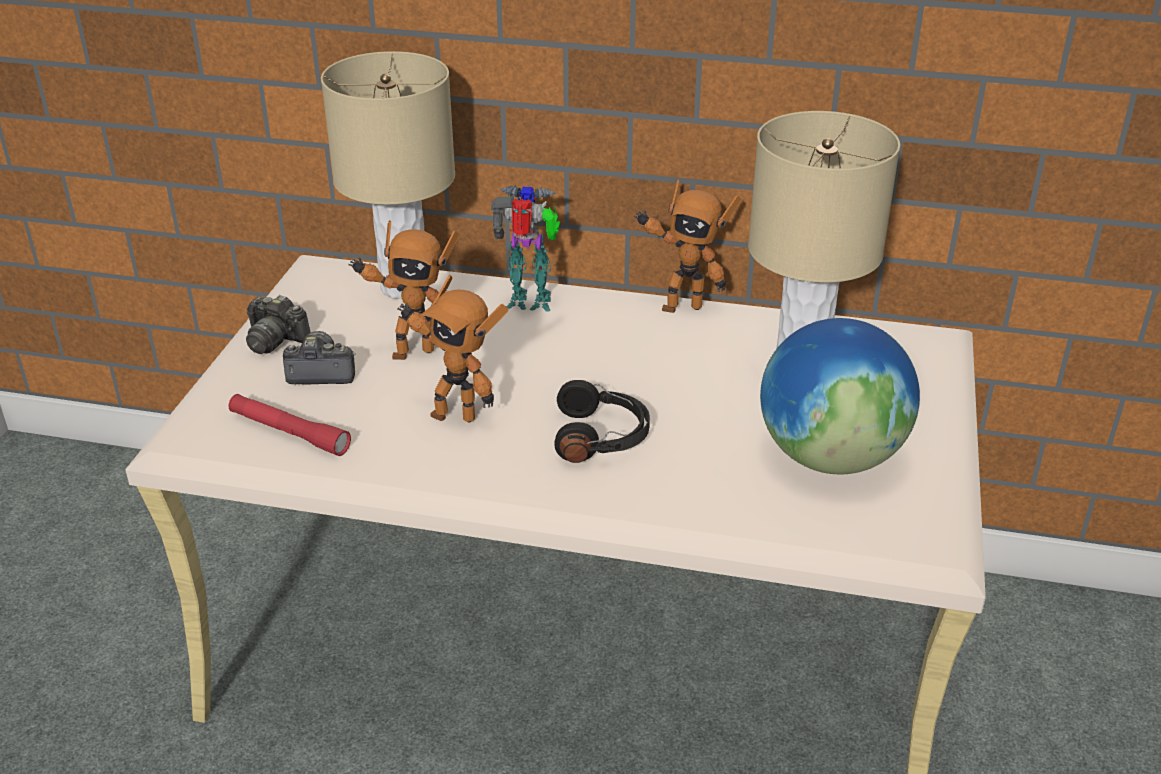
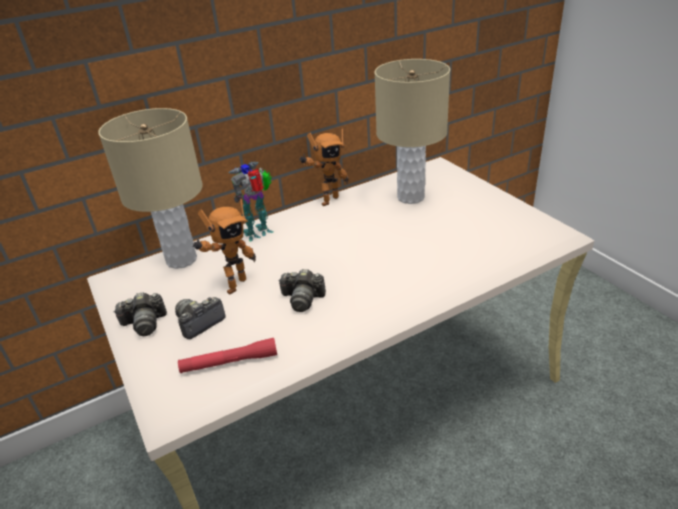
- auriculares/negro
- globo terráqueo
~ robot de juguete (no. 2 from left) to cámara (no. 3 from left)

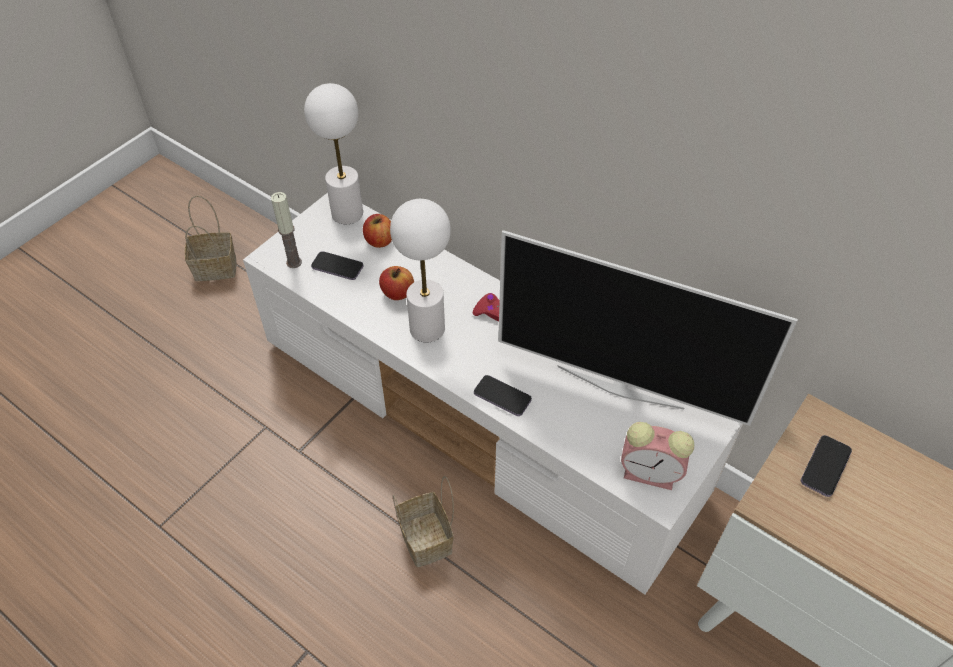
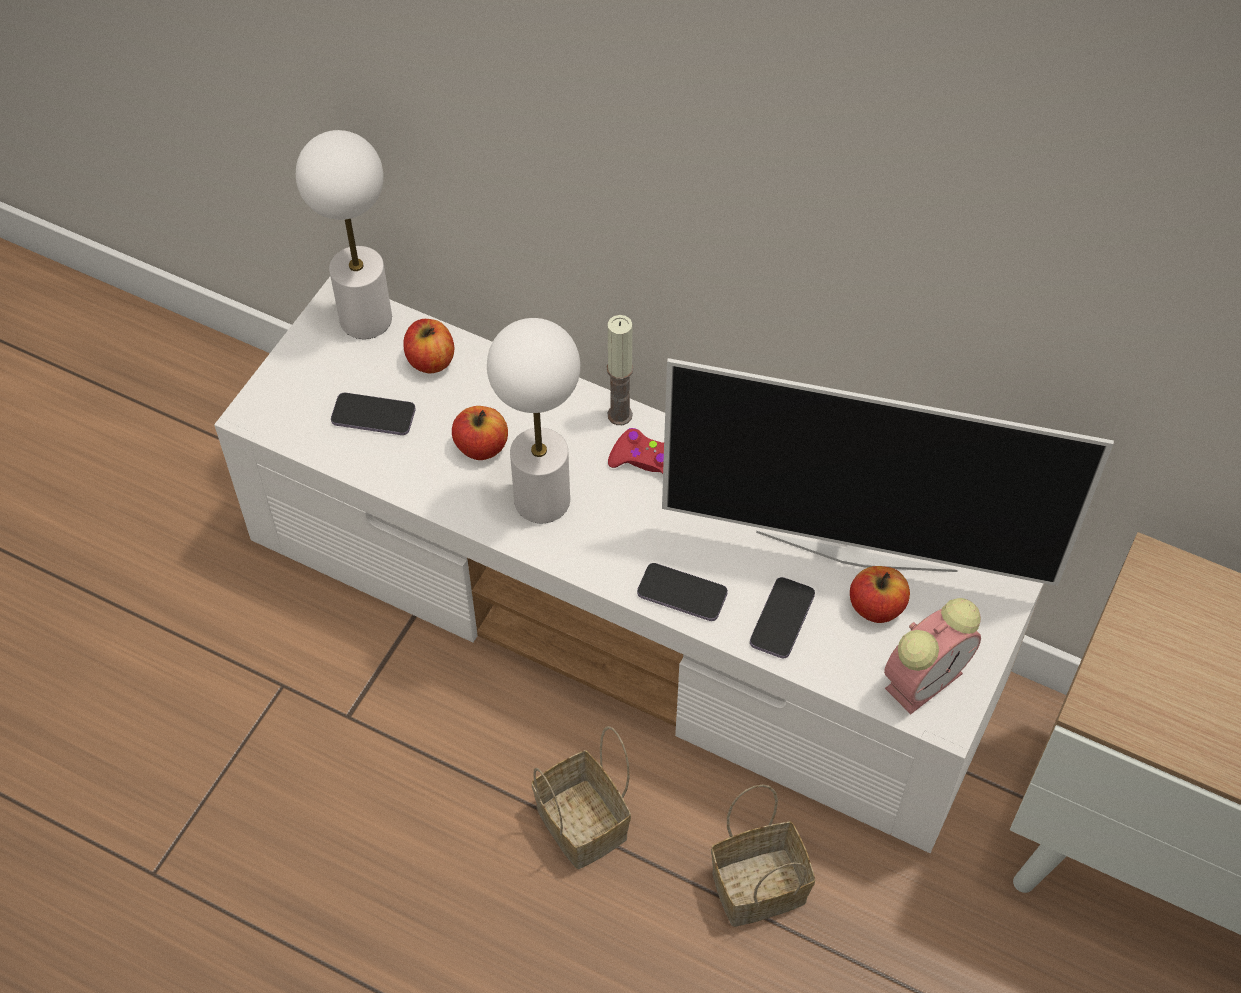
+ manzana (no. 3 from left)
~ cesta (no. 1 from left in the first image) to cesta (no. 2 from left)
~ vela
~ móvil (no. 3 from left)
~ despertador 45 degrees counterclockwise

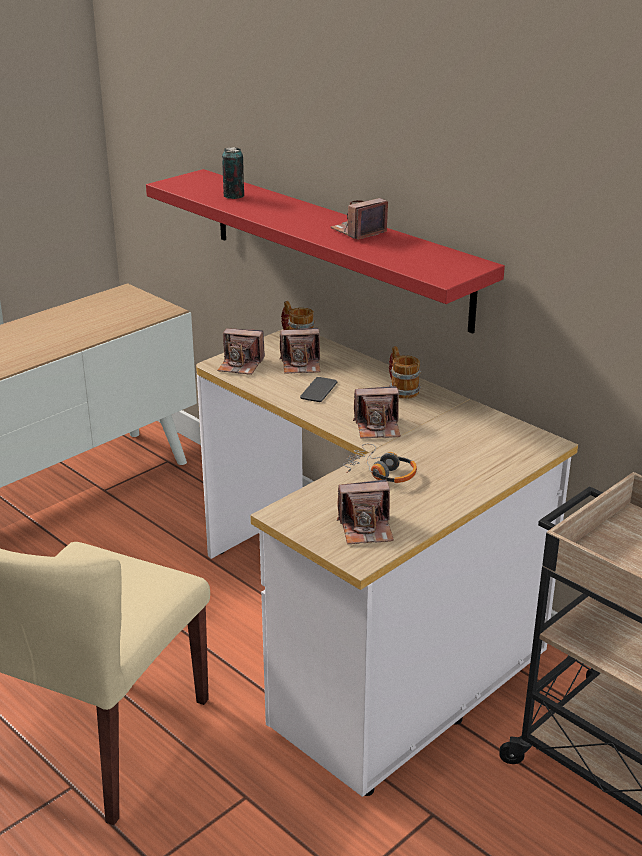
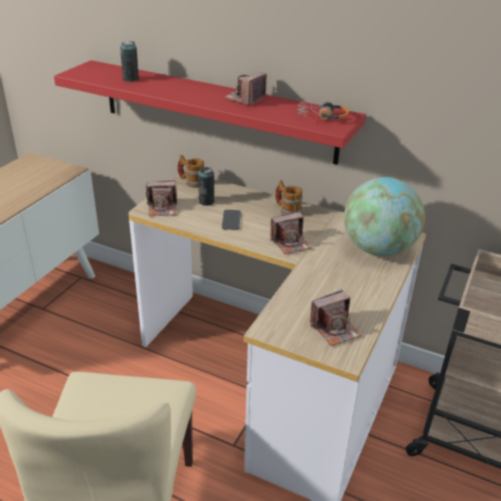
+ globo terráqueo
~ auriculares
~ cámara (no. 2 from left) to lata (no. 2 from left)

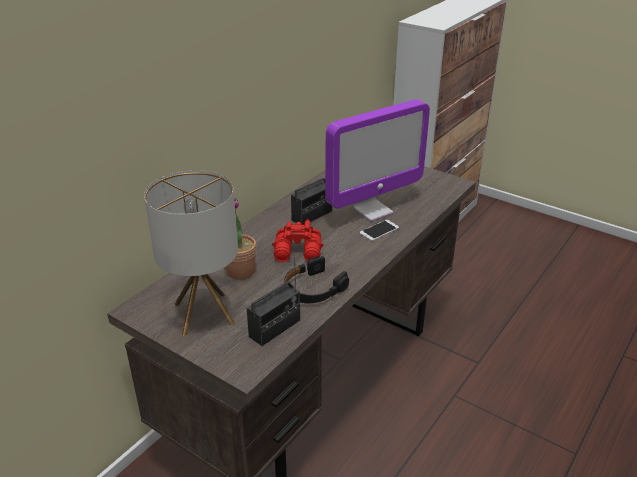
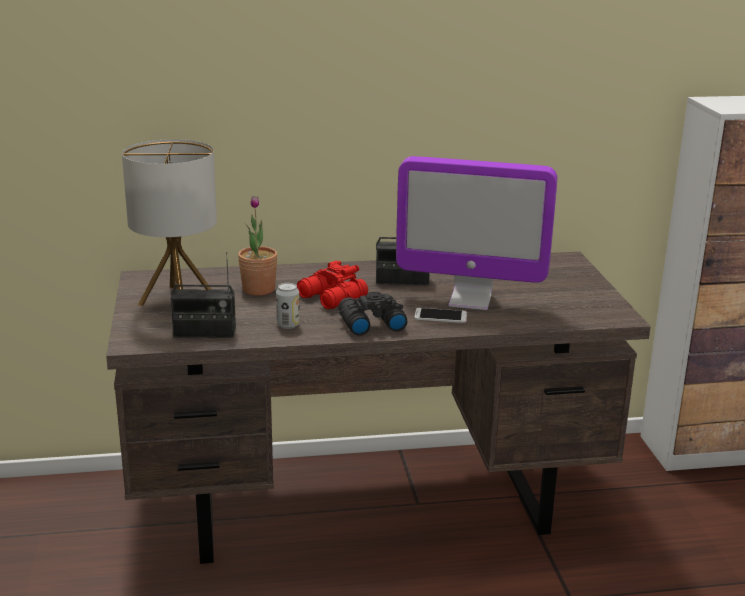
+ prismáticos/negro
~ auriculares/negro to lata

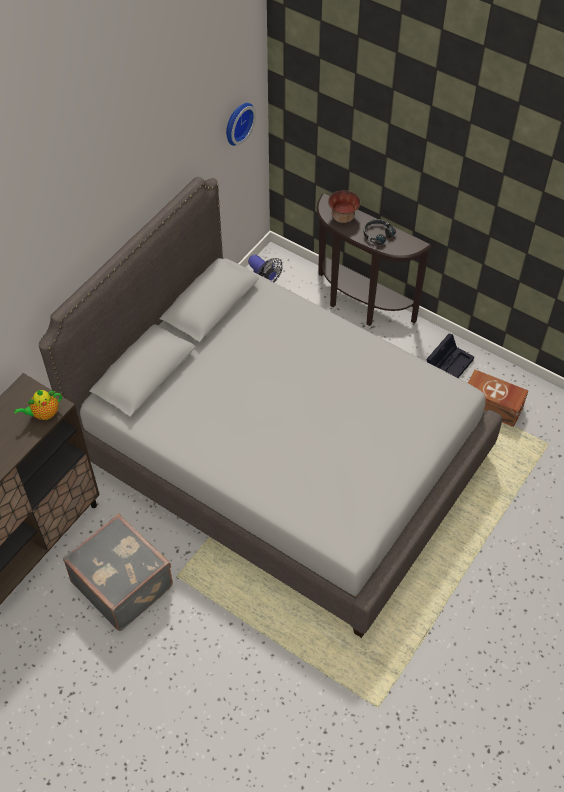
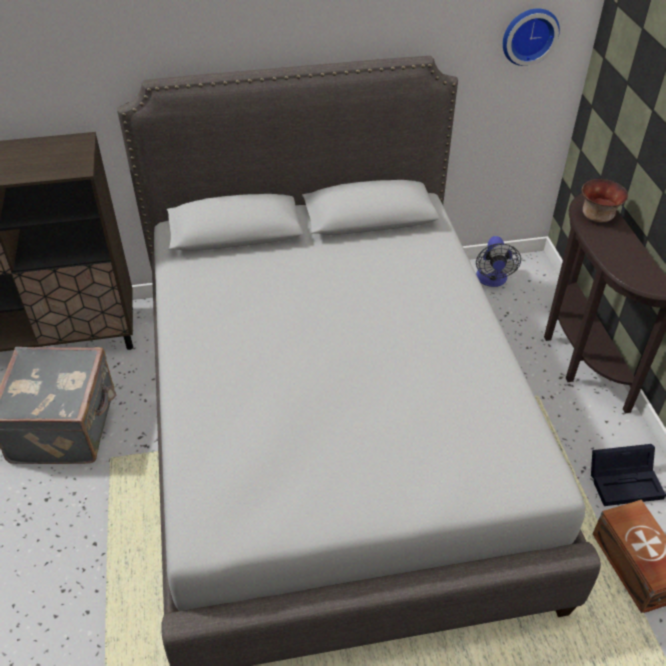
- tetera
- auriculares/negro

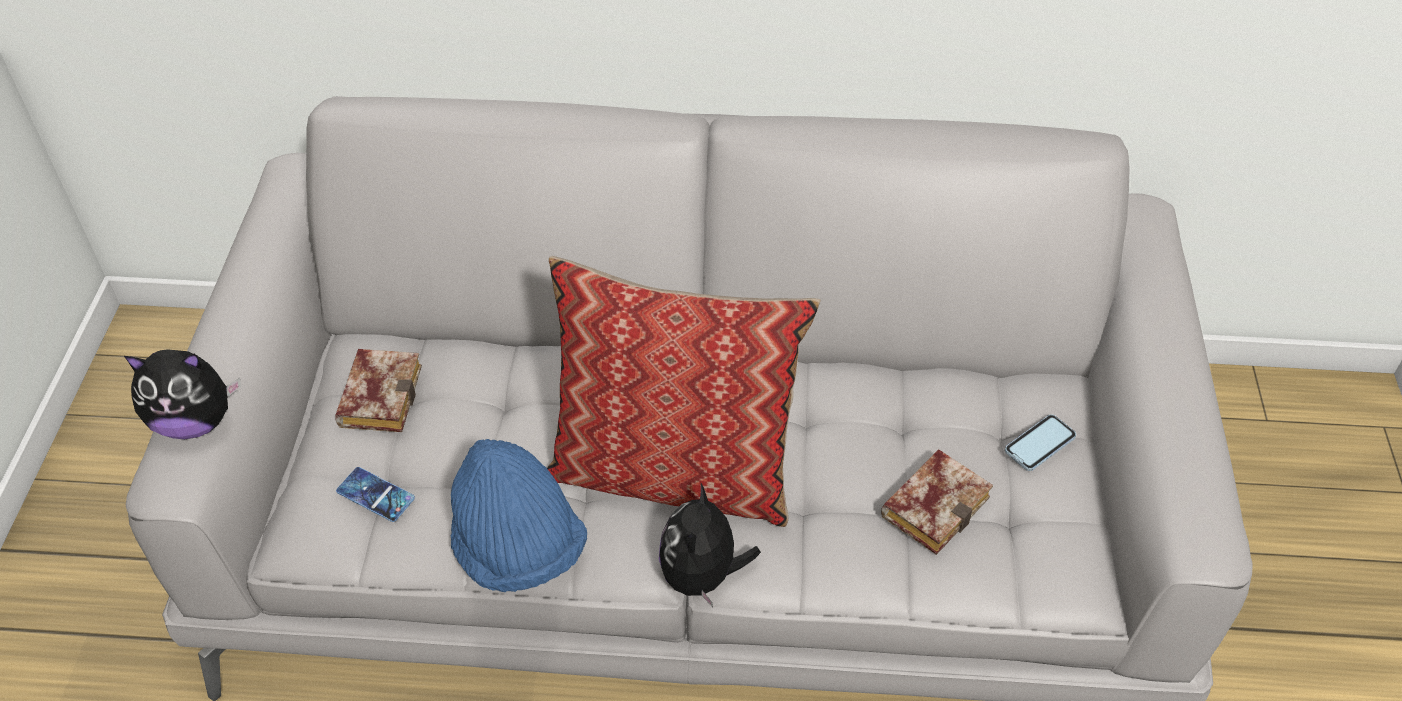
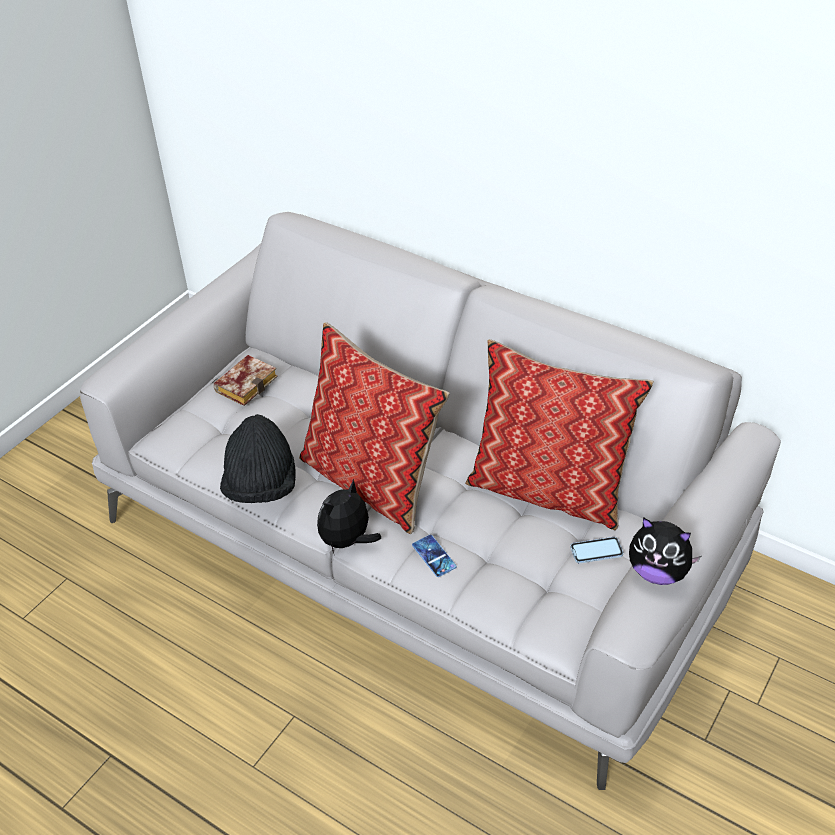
- libro (no. 2 from left)
+ cojín (no. 2 from left)
~ peluche (no. 1 from left in the first image) to peluche (no. 2 from left)
~ móvil (no. 1 from left)
~ sombrero/azul to sombrero/negro

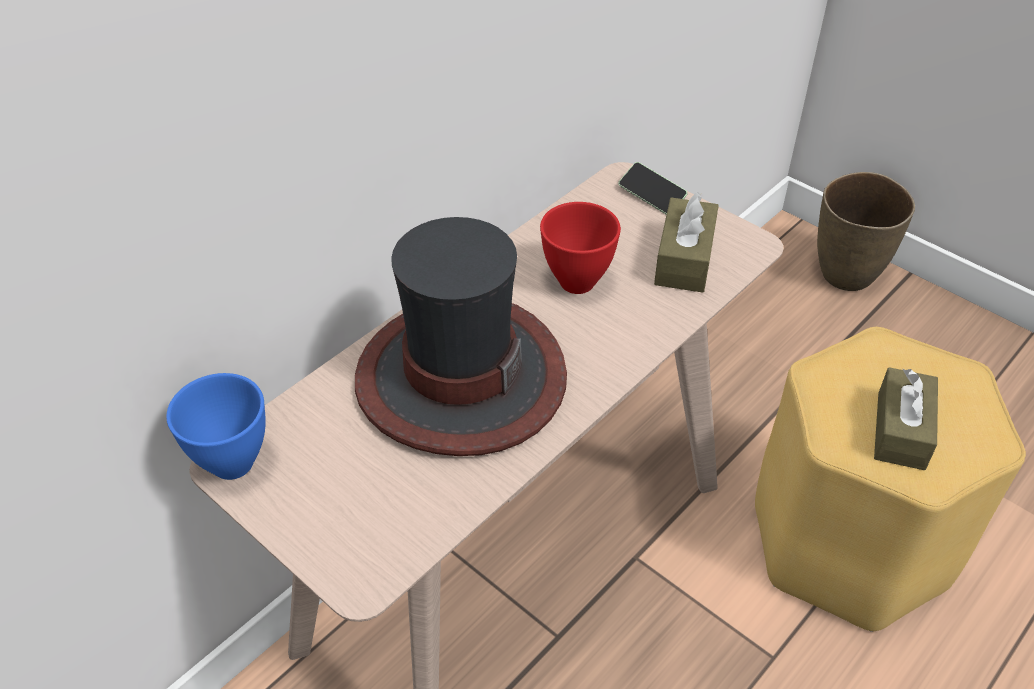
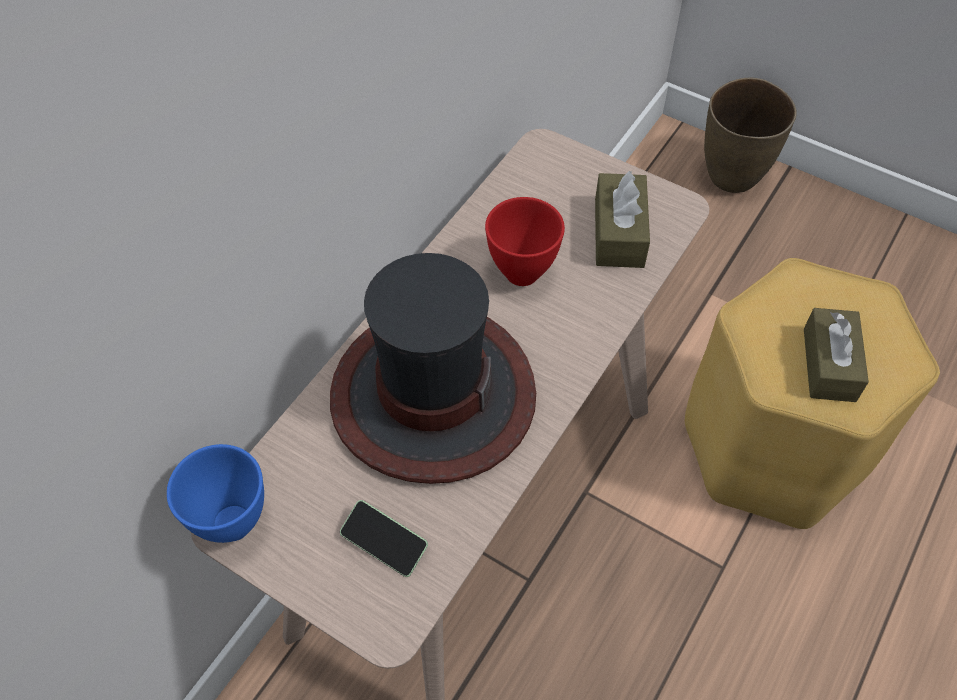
~ móvil

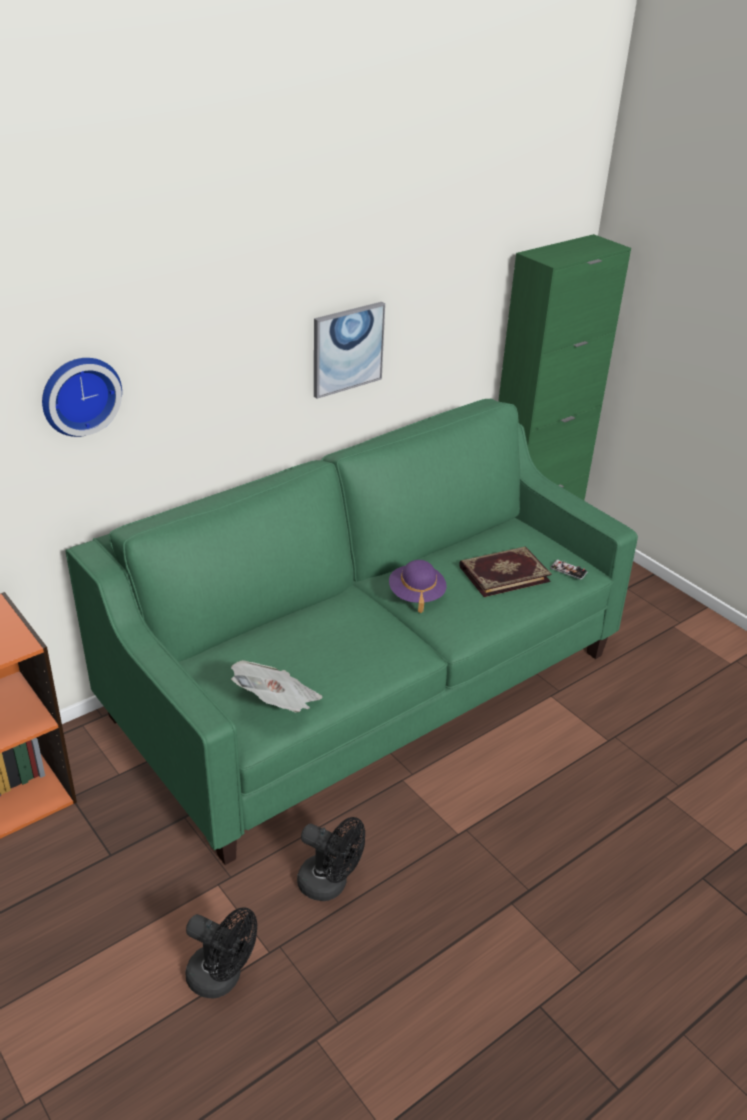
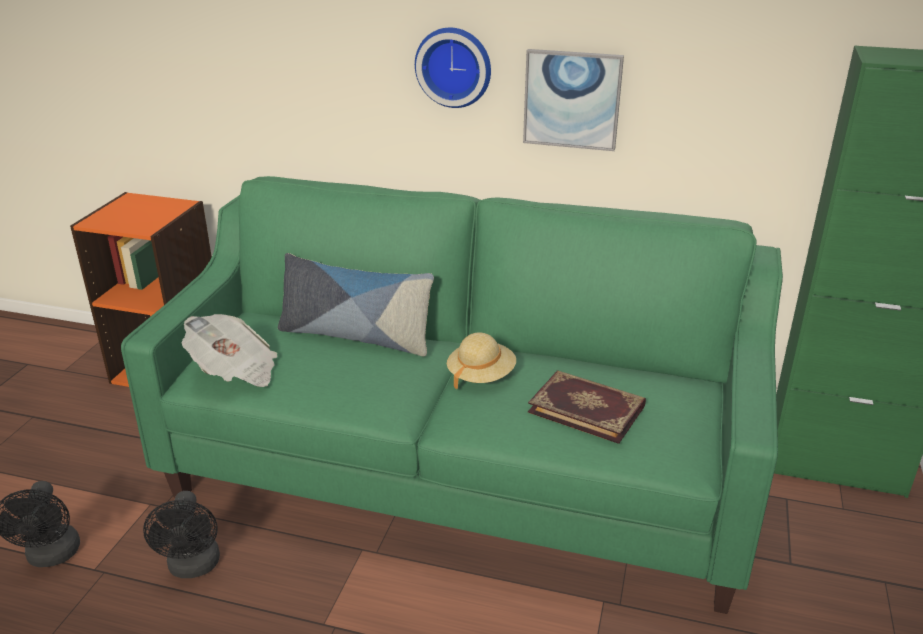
- móvil
+ cojín
~ reloj de pared
~ sombrero/morado to sombrero/beis

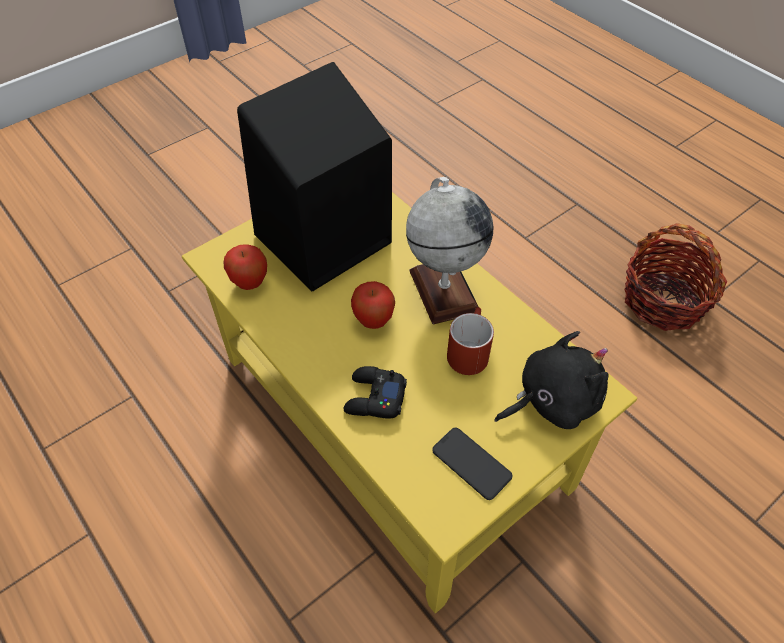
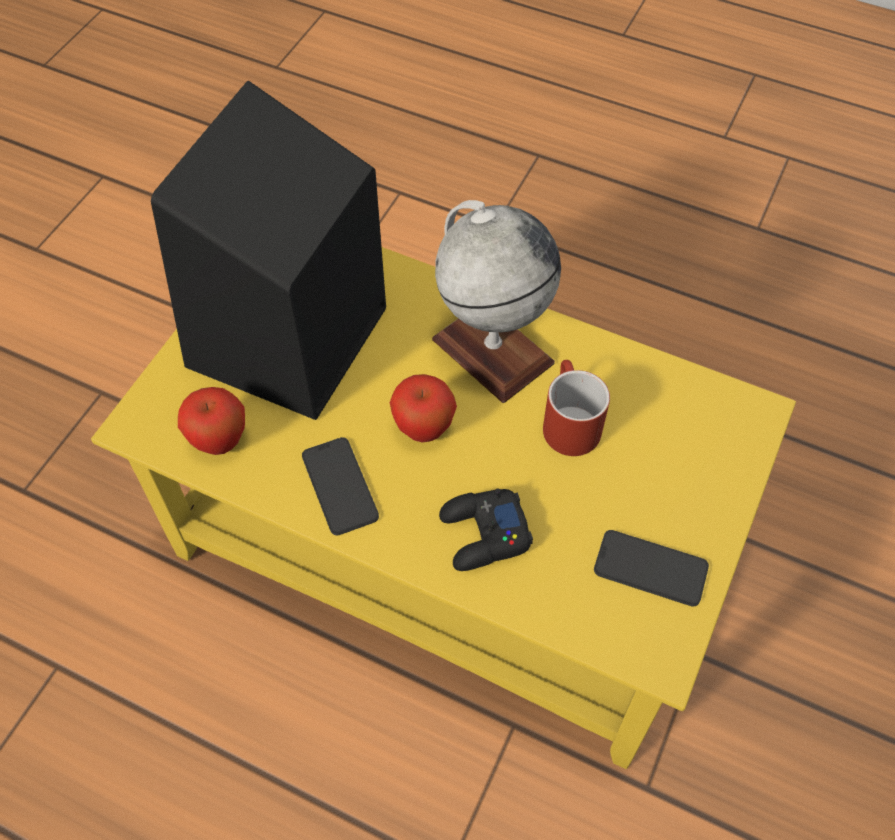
- peluche/negro
- cesta
+ móvil (no. 1 from left)

